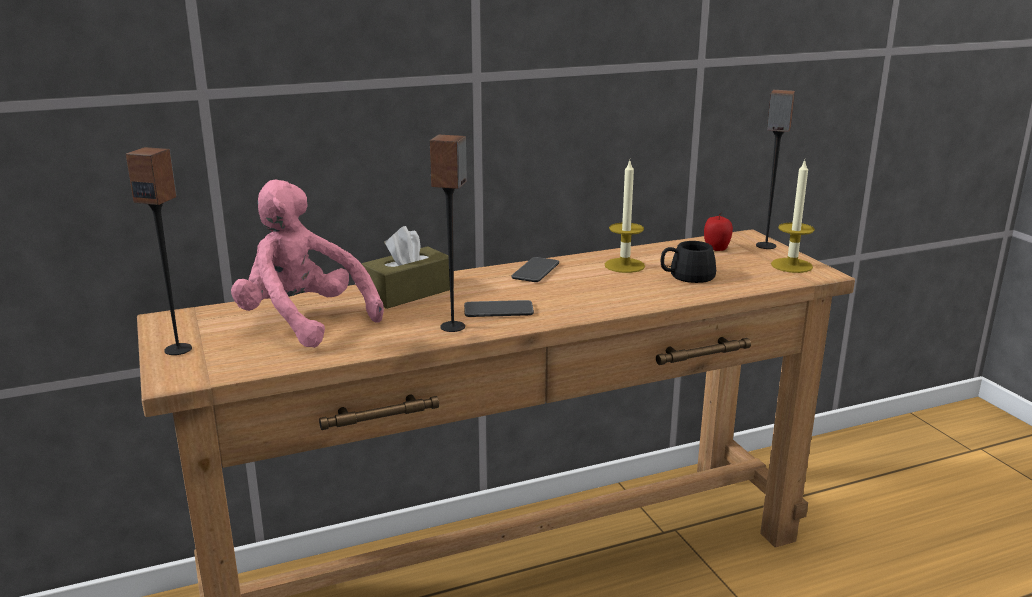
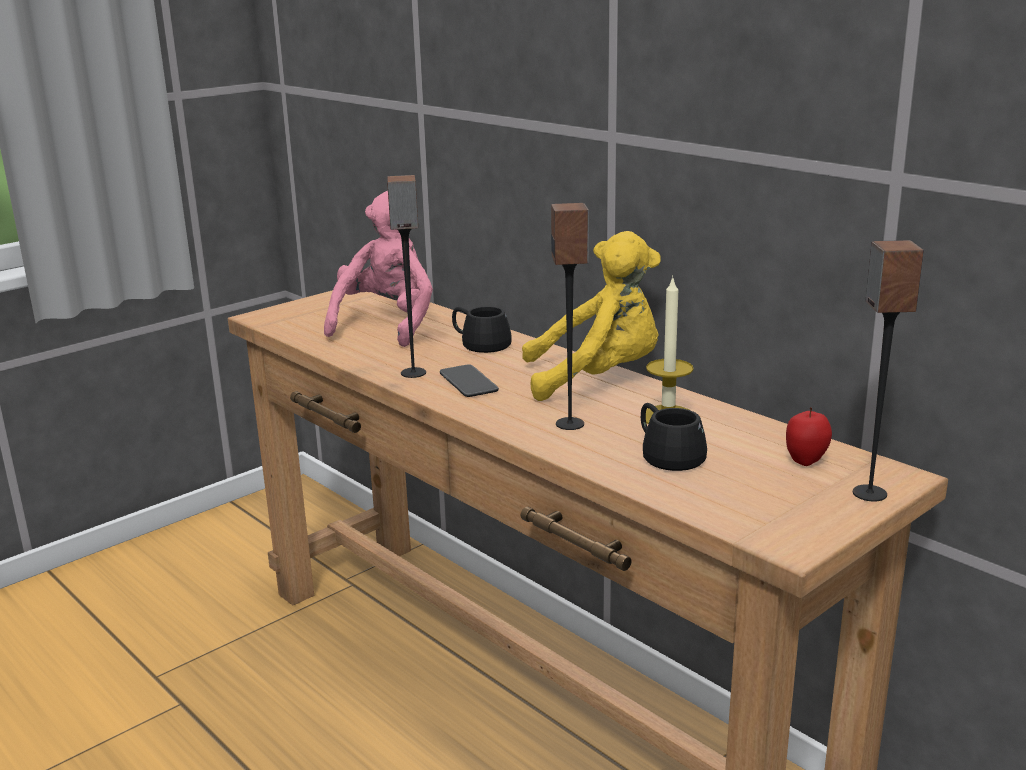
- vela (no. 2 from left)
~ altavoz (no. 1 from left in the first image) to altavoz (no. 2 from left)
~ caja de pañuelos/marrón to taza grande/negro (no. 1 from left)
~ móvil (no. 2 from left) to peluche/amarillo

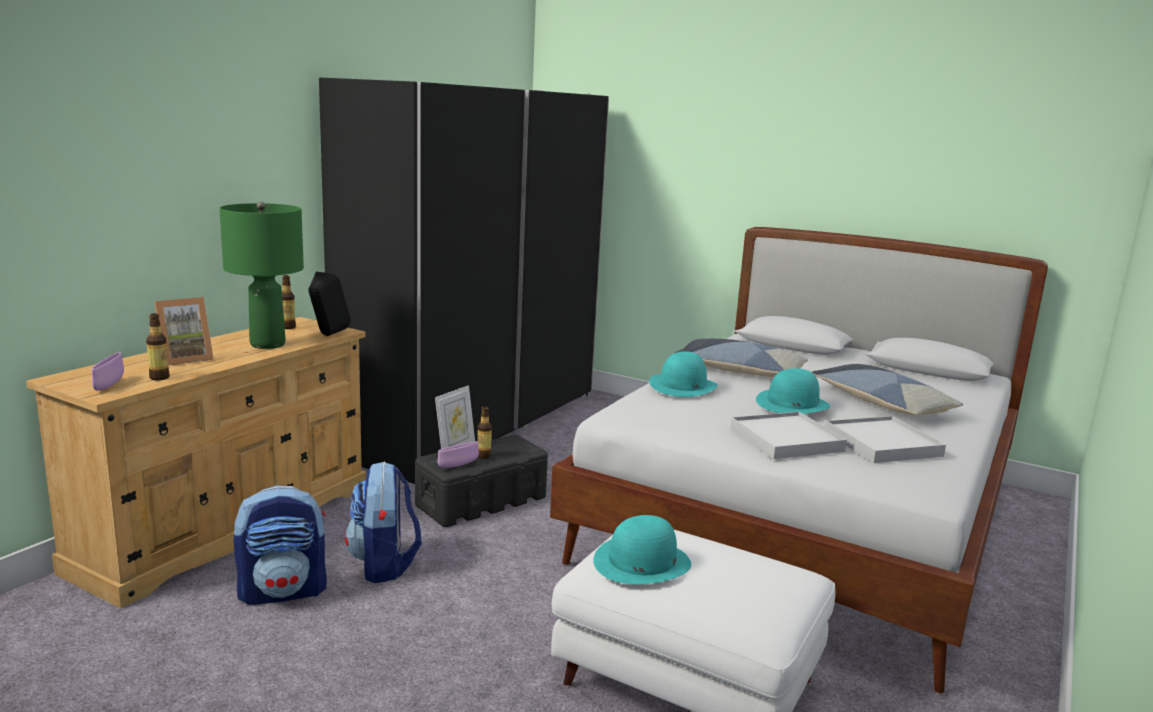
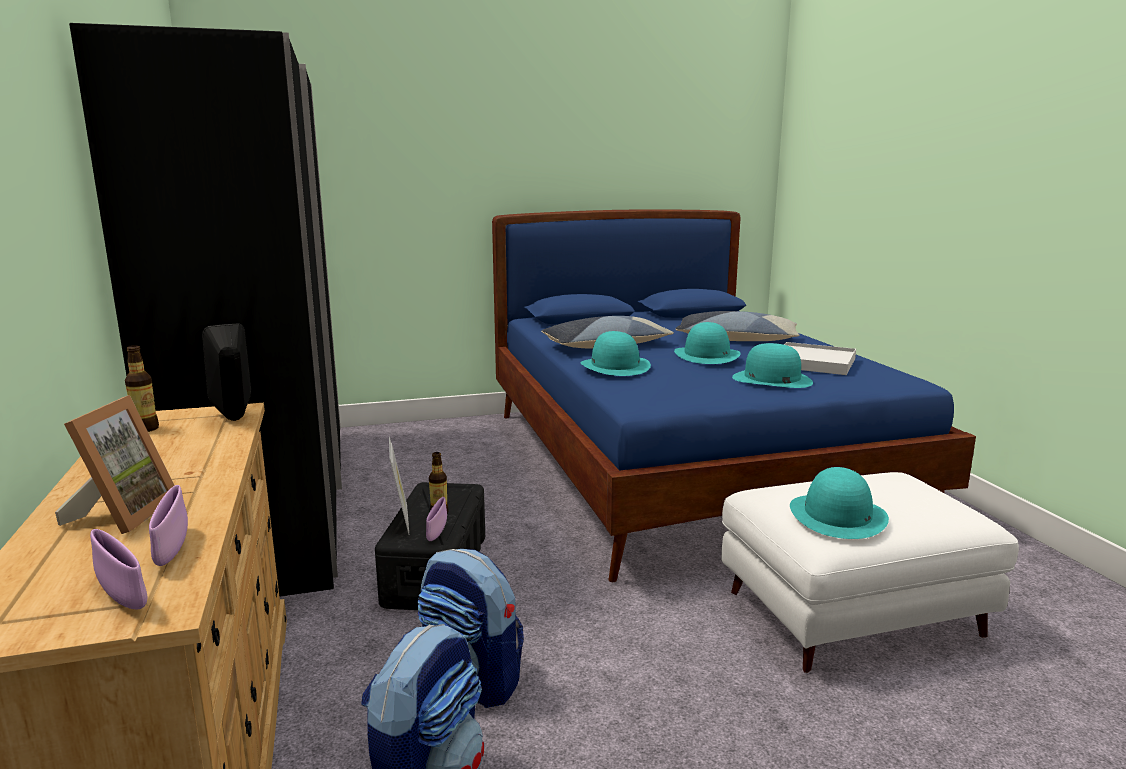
- lámpara de mesa/verde
~ botella (no. 1 from left) to cuenco/morado (no. 2 from left)
~ bandeja/blanco (no. 1 from left) to sombrero/turquesa (no. 3 from left)
~ cama/blanco to cama/azul

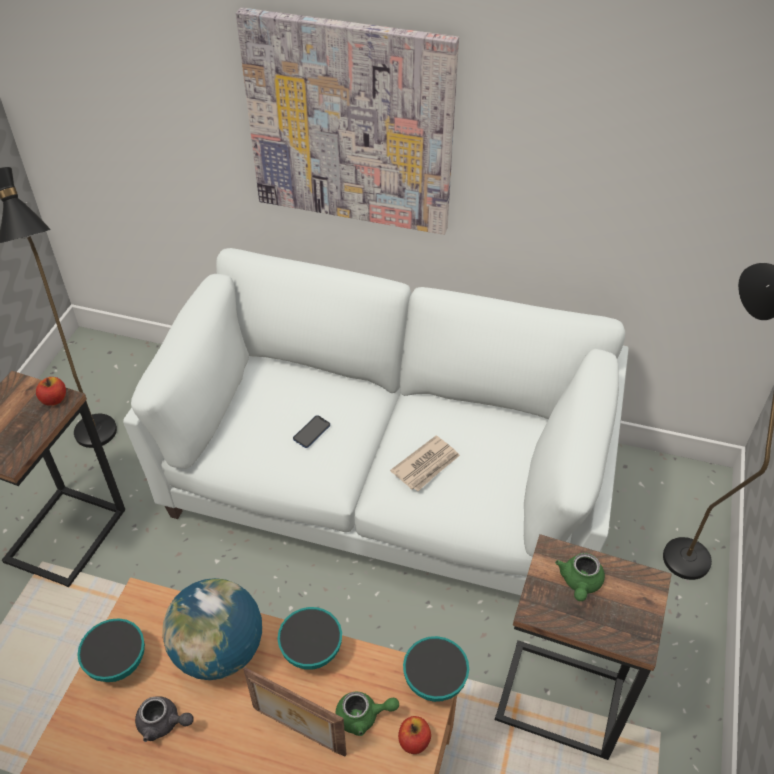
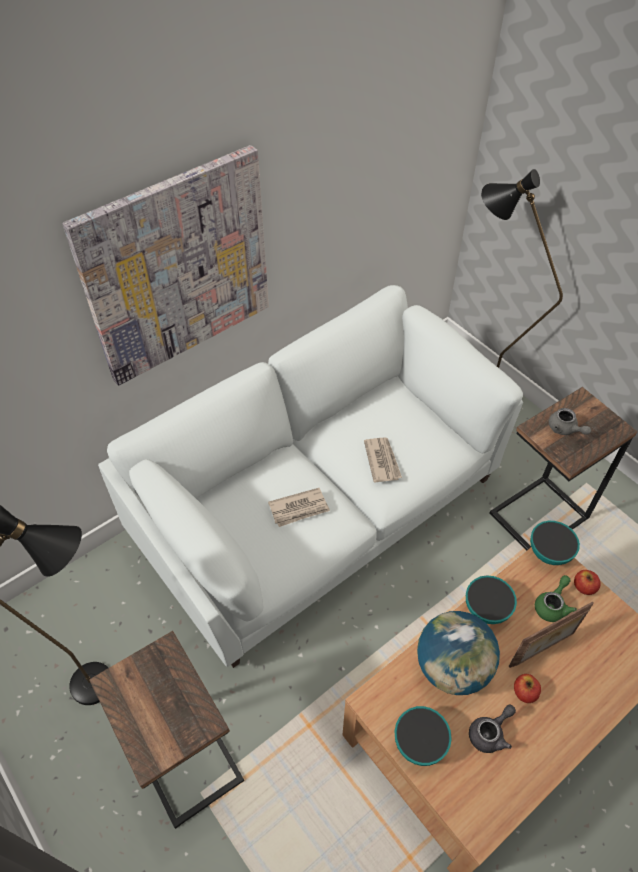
~ manzana (no. 1 from left)
~ móvil to periódico (no. 1 from left)
~ tetera/verde (no. 2 from left) to tetera/gris (no. 2 from left)

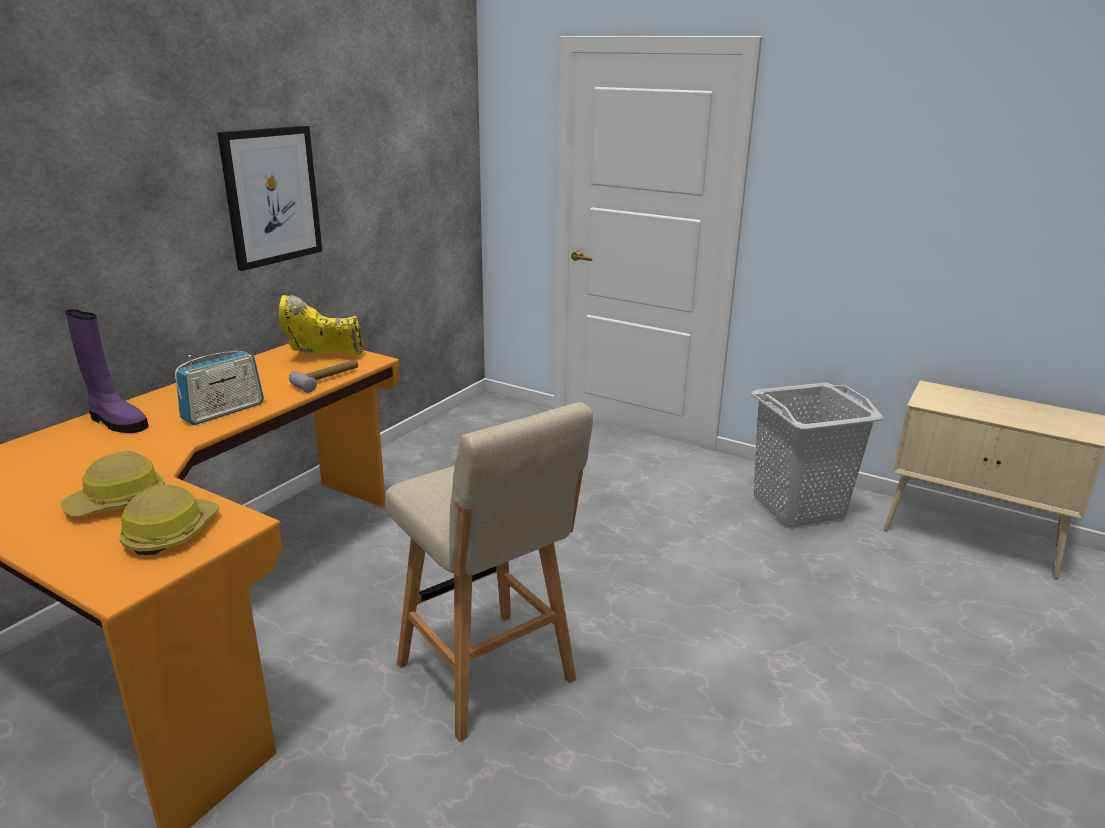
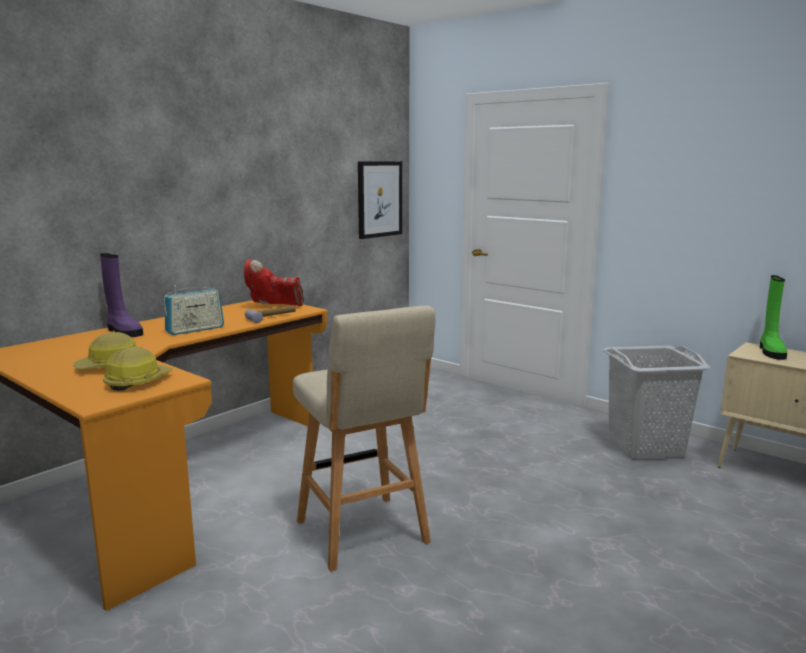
+ bota/verde
~ cuadro
~ bota/amarillo to bota/rojo

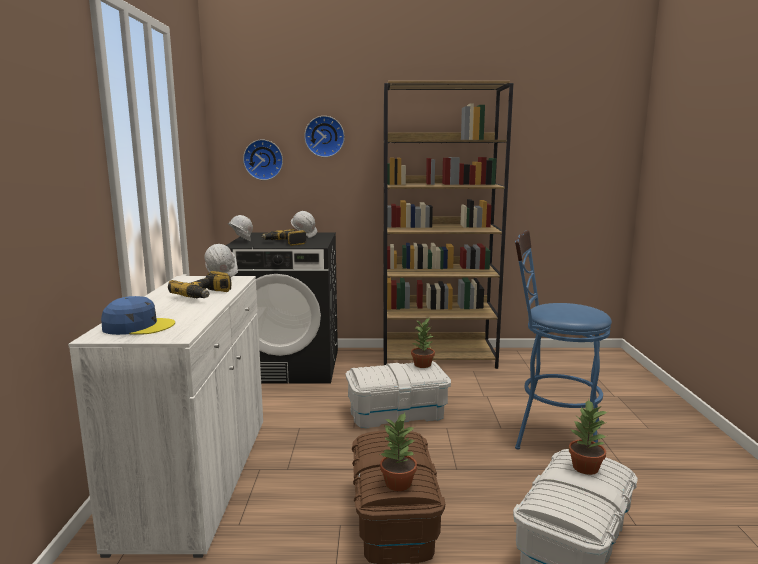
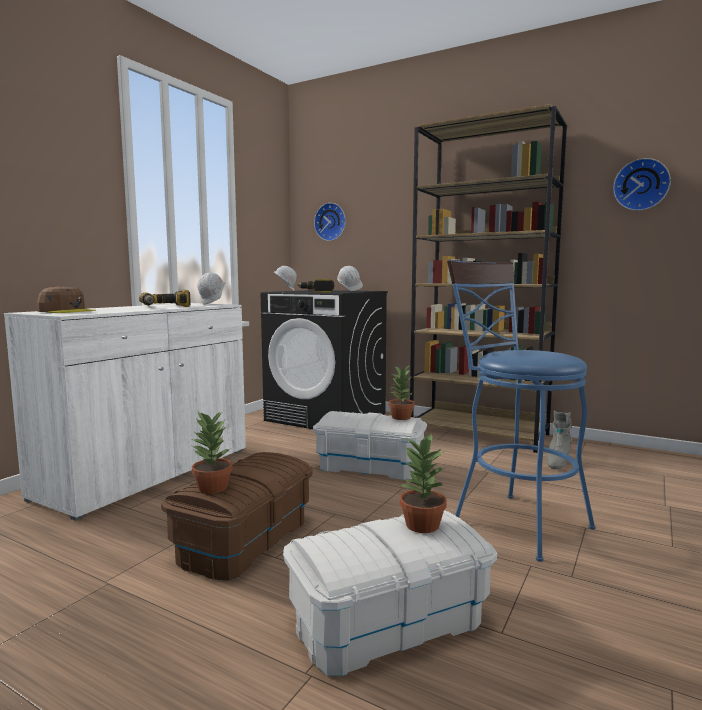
+ bota/gris
~ reloj de pared (no. 2 from left)
~ gorra/azul to gorra/marrón

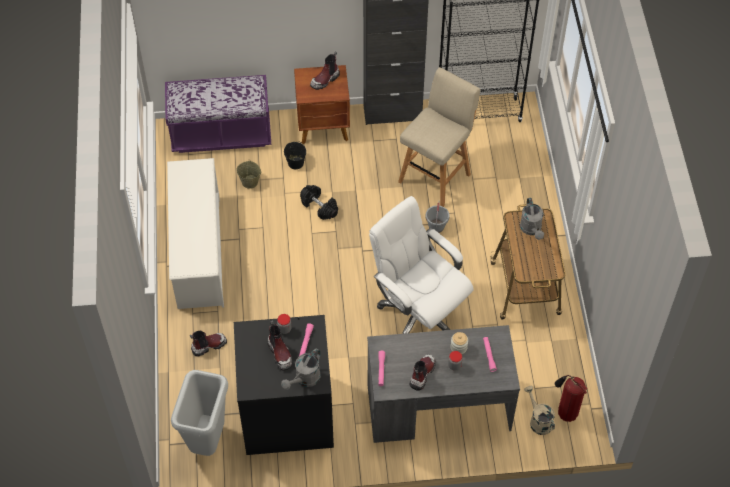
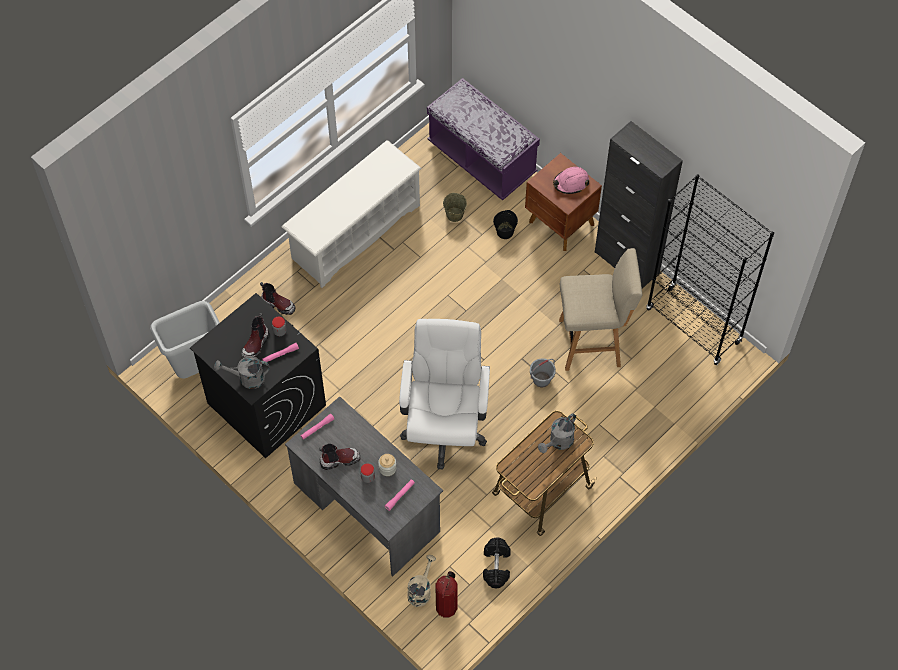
~ mancuerna/negro
~ bota (no. 3 from left) to casco/rosa

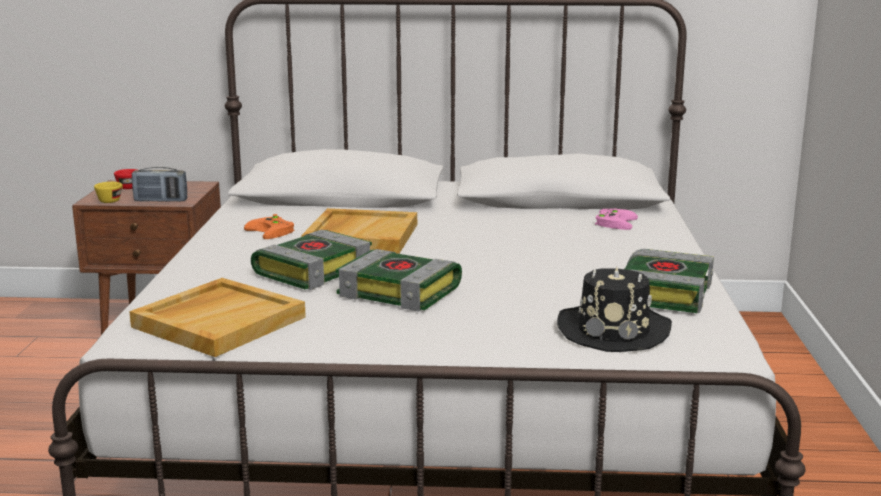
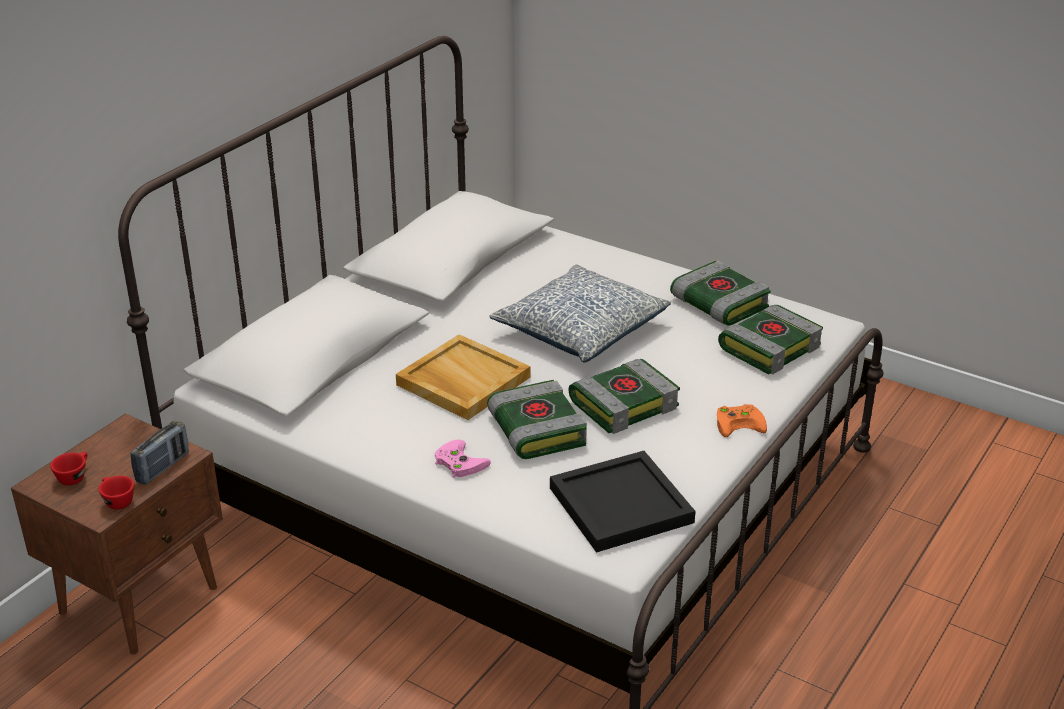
+ cojín
~ mando de consola/naranja
~ mando de consola/rosa
~ sombrero/negro to libro (no. 4 from left)
~ taza/amarillo to taza/rojo (no. 2 from left)
~ bandeja/beis (no. 1 from left) to bandeja/negro

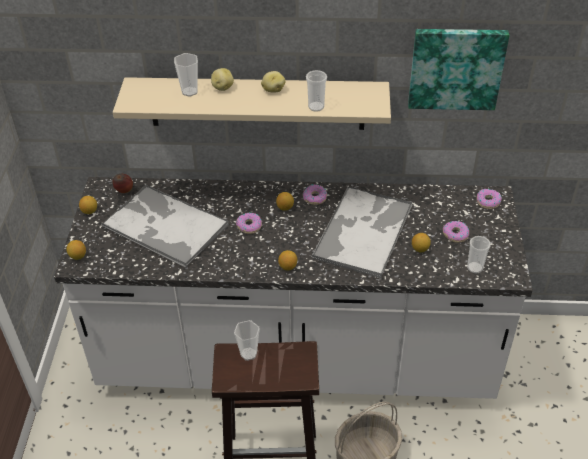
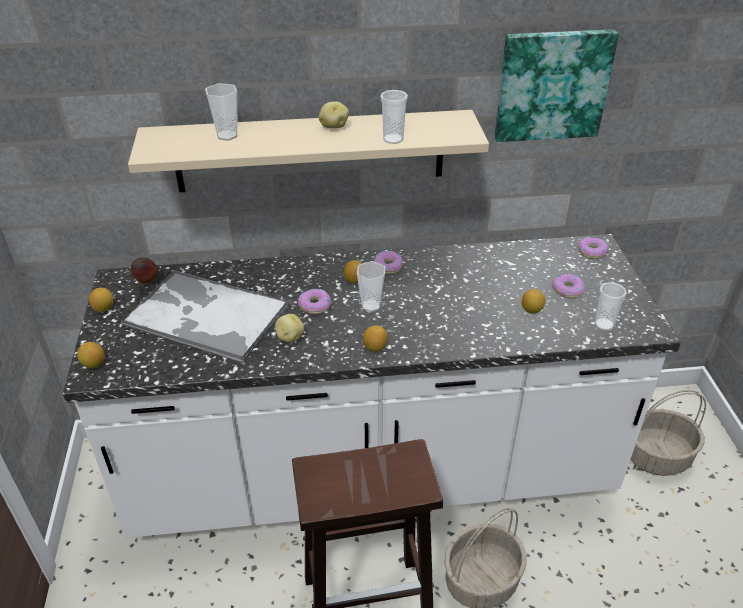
- bandeja (no. 2 from left)
+ cesta (no. 2 from left)
~ patata (no. 1 from left)
~ taza (no. 2 from left)

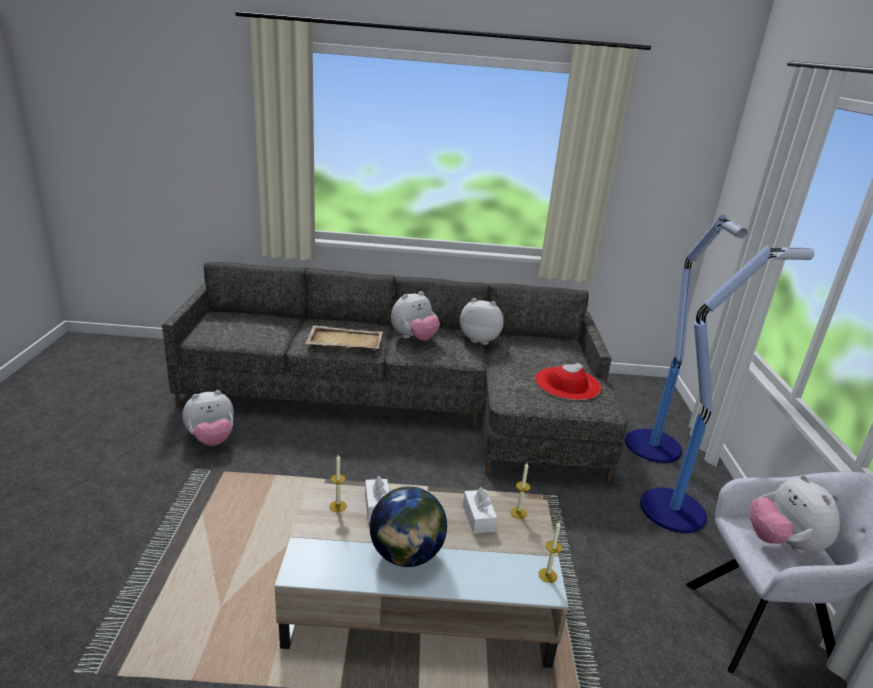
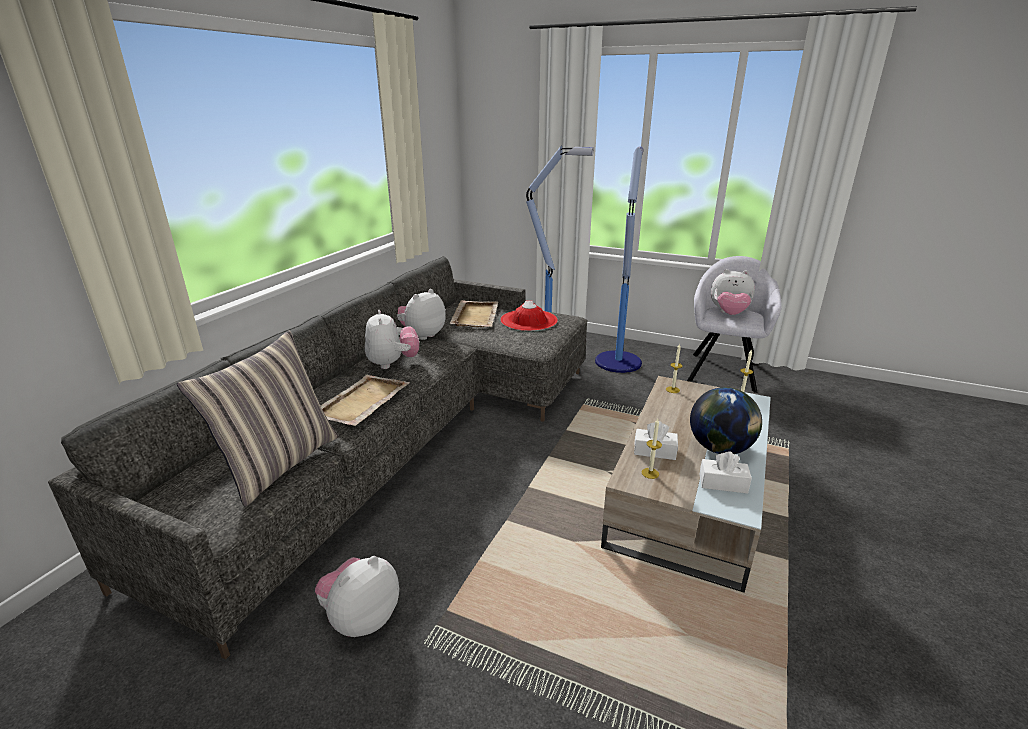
+ cojín
+ bandeja/beis (no. 2 from left)
~ caja de pañuelos/blanco (no. 2 from left)
~ peluche (no. 1 from left) 135 degrees counterclockwise

